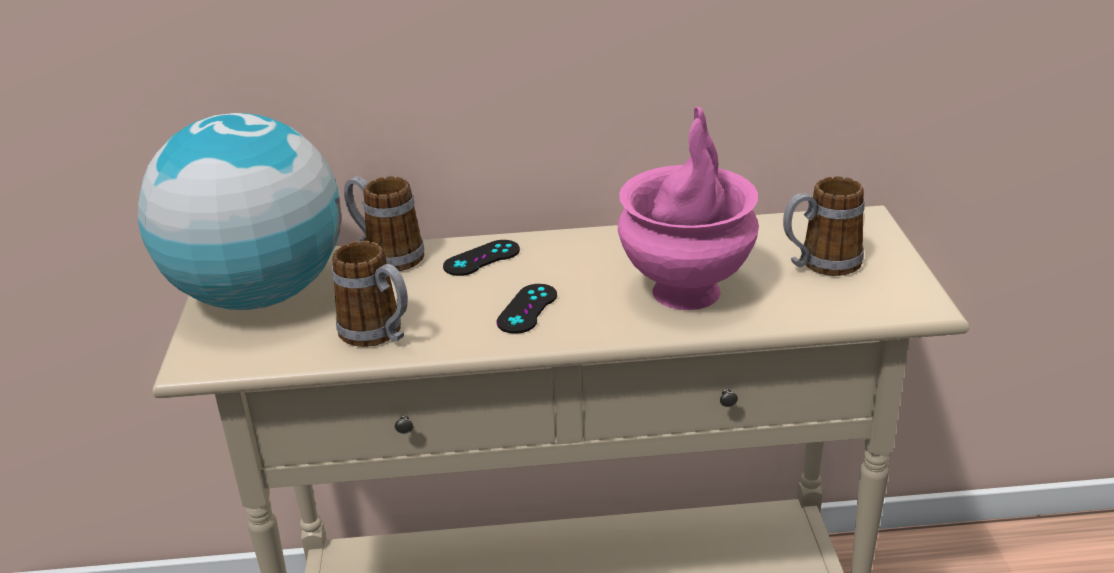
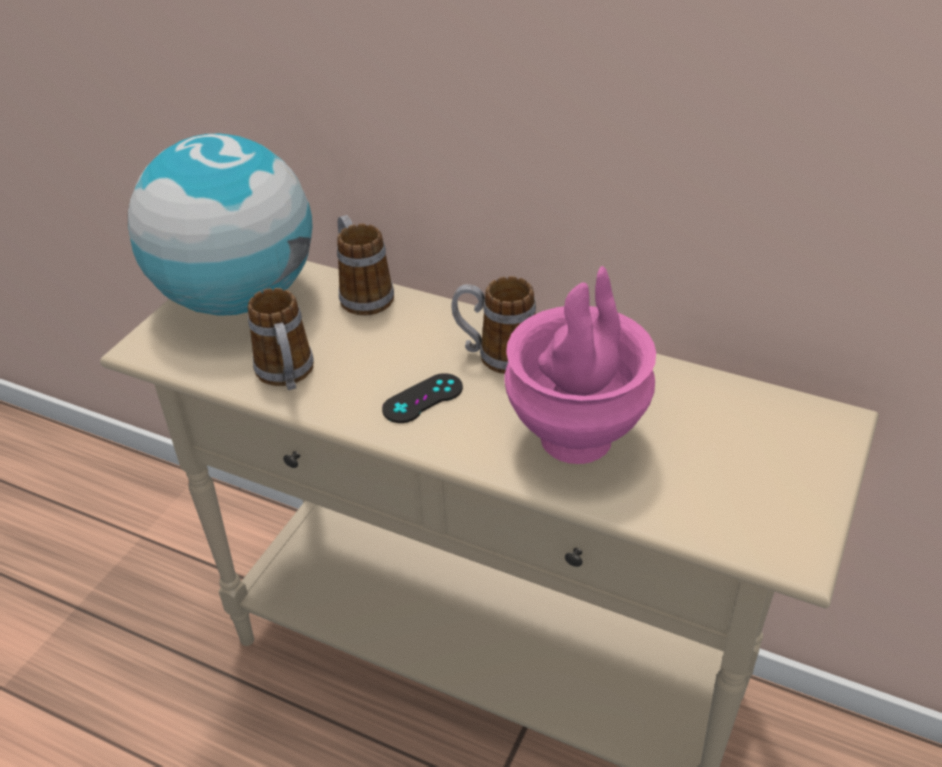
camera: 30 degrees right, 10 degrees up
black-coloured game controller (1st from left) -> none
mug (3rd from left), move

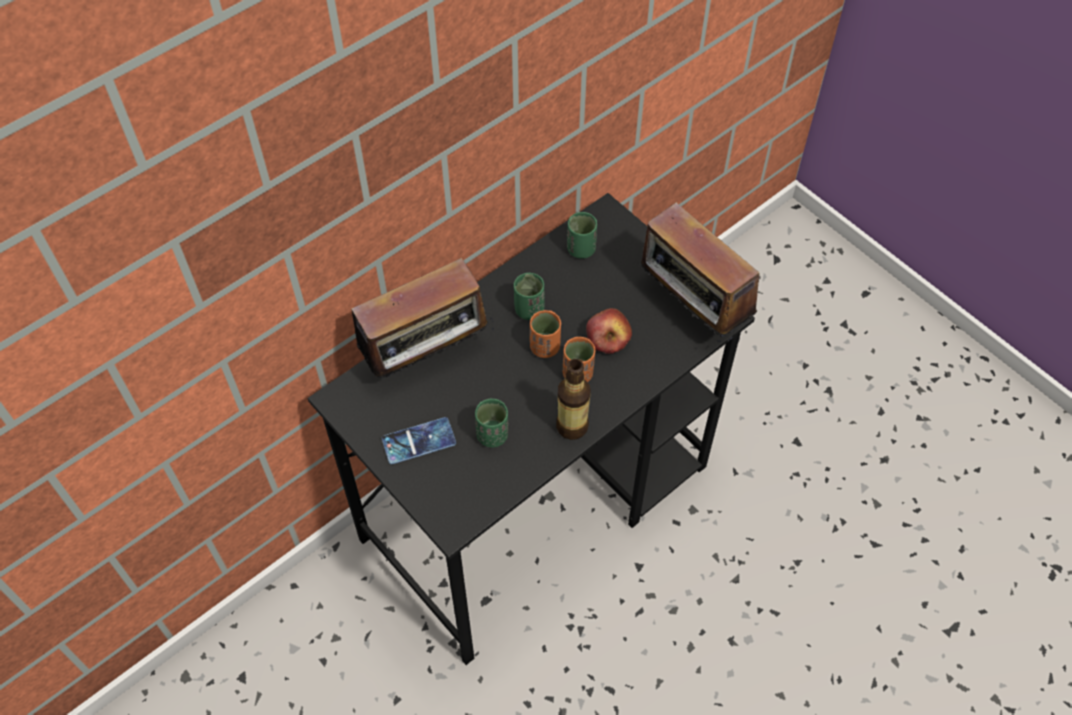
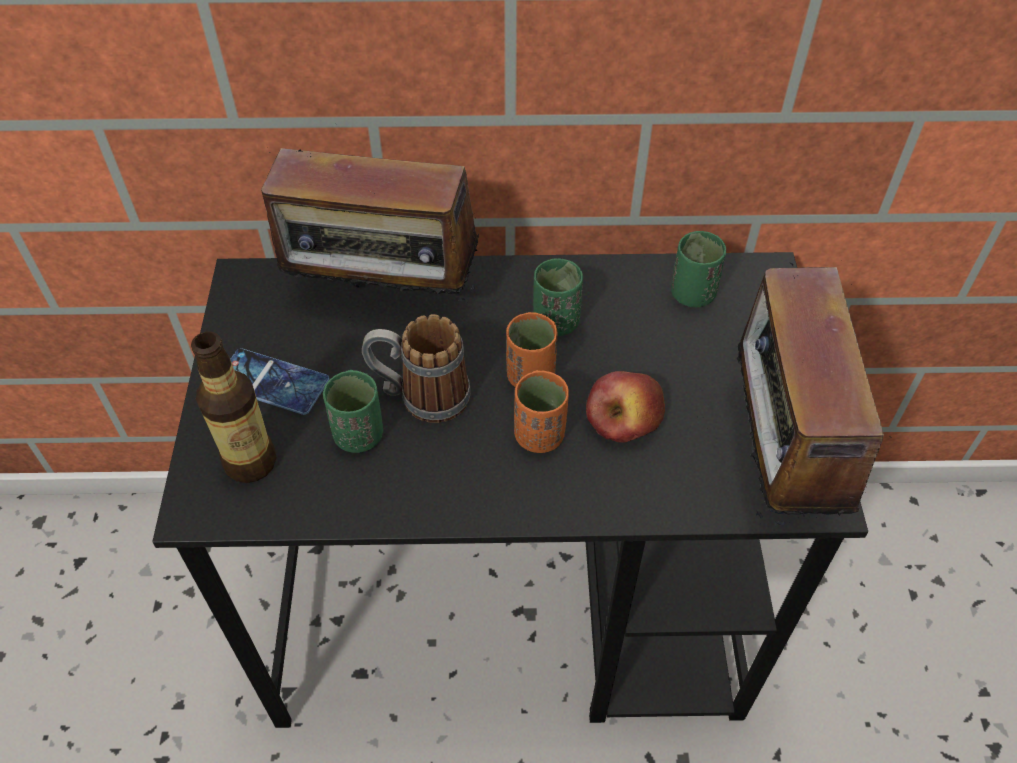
camera: 40 degrees right, 5 degrees down
bottle, move
none -> mug

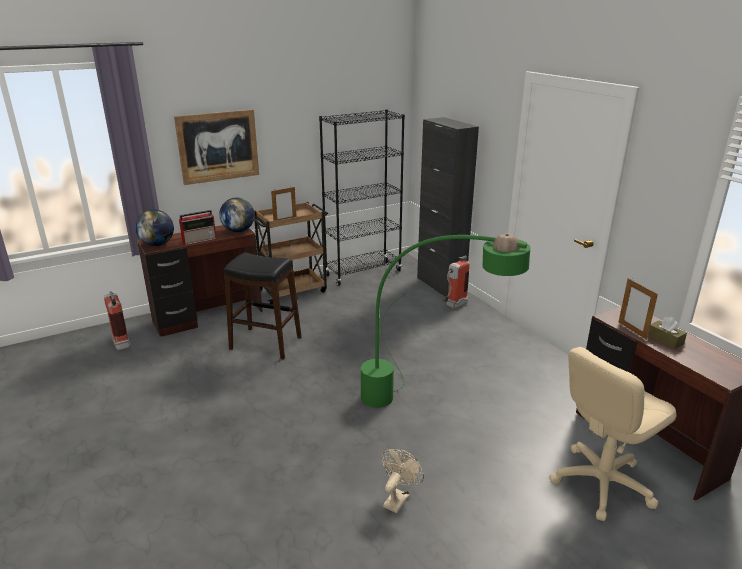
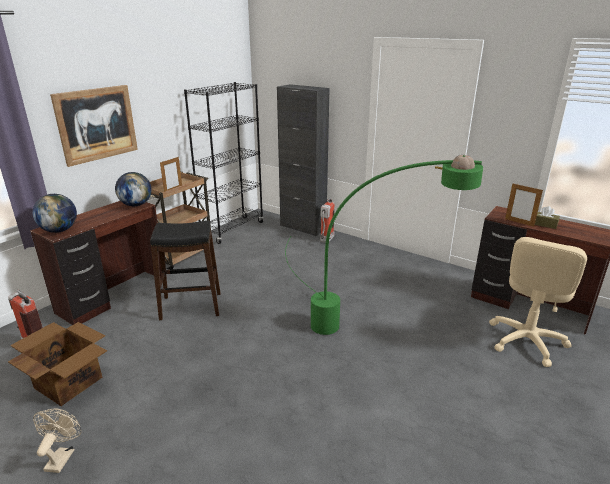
camera: 25 degrees left, 0 degrees up
radio set -> none
sand-coloured cooling fan, move
none -> carton

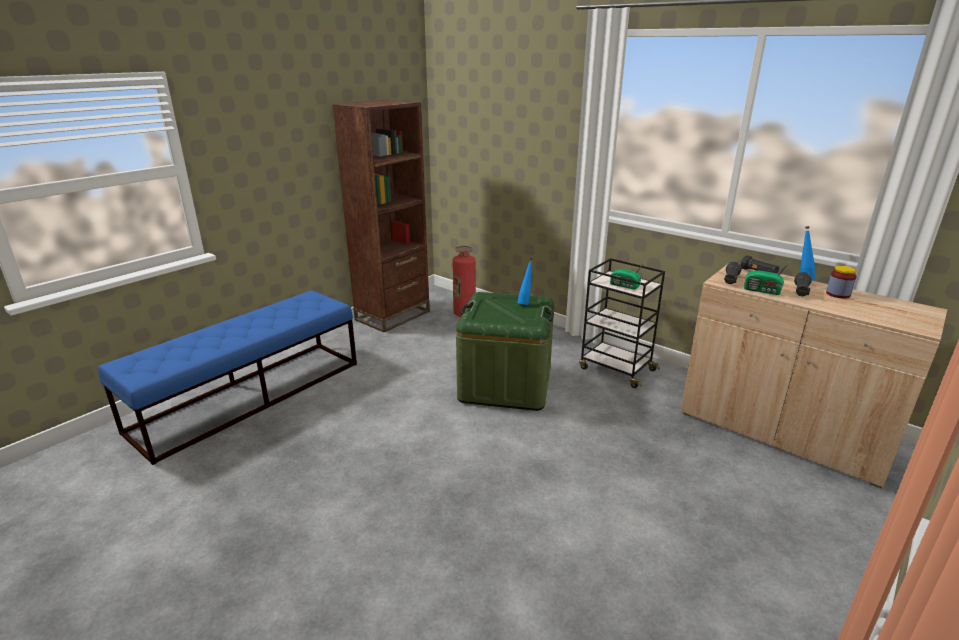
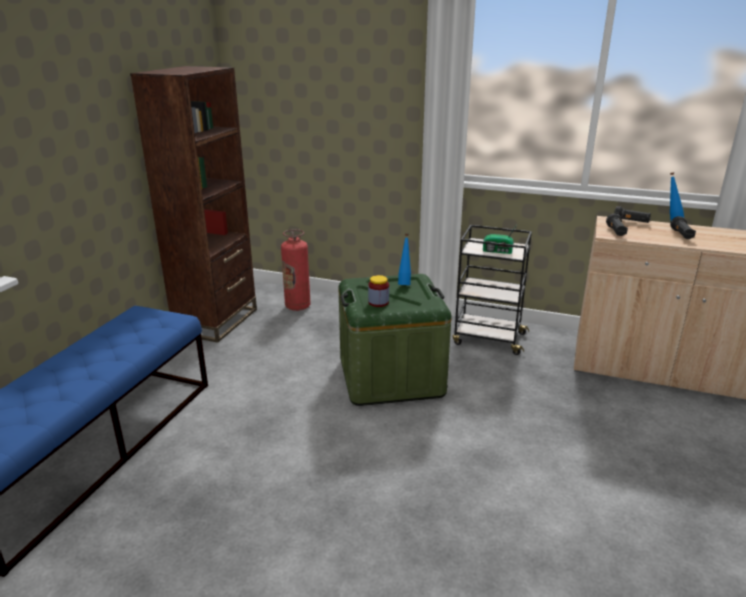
camera: 20 degrees left, 0 degrees up
radio set (2nd from left) -> none
jar, move

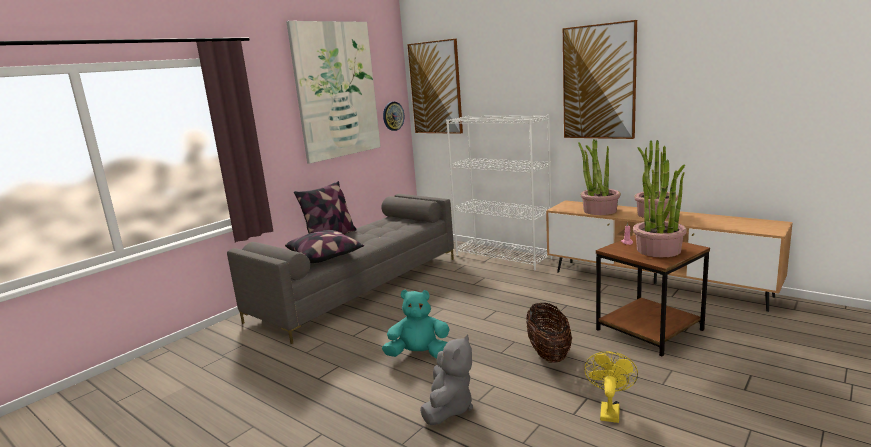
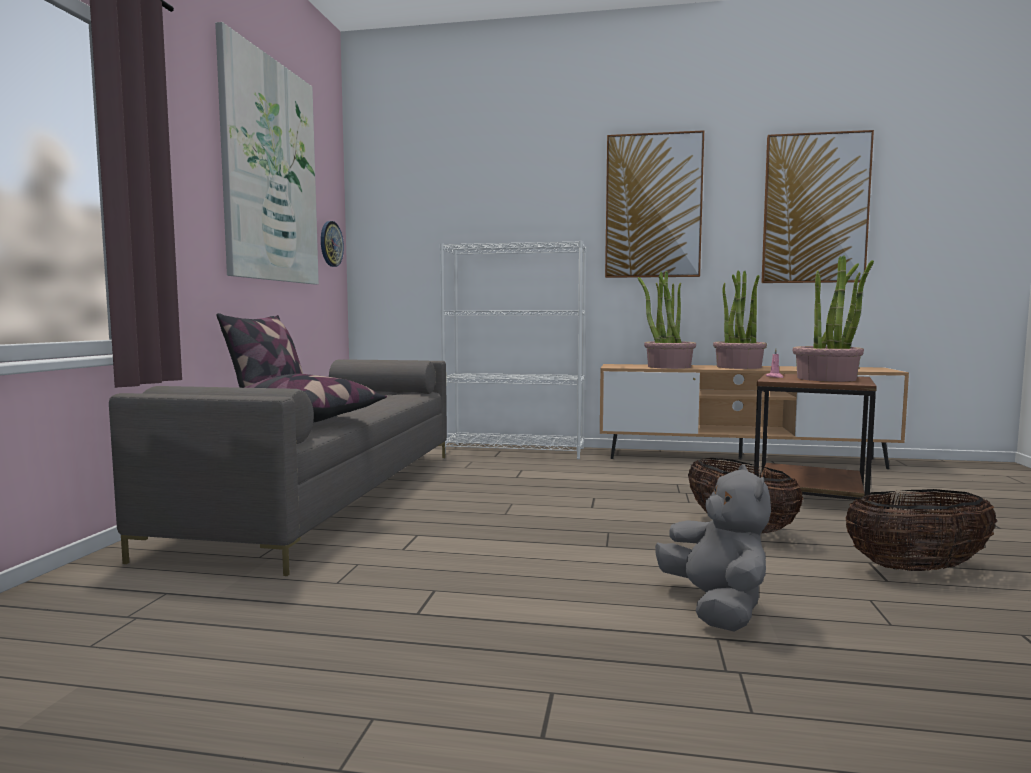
camera: 30 degrees left, 10 degrees down
turquoise-coloured cuddly toy -> none
wall art (2nd from left in the first image) -> wall art (3rd from left), move
yellow cooling fan -> basket (2nd from left)

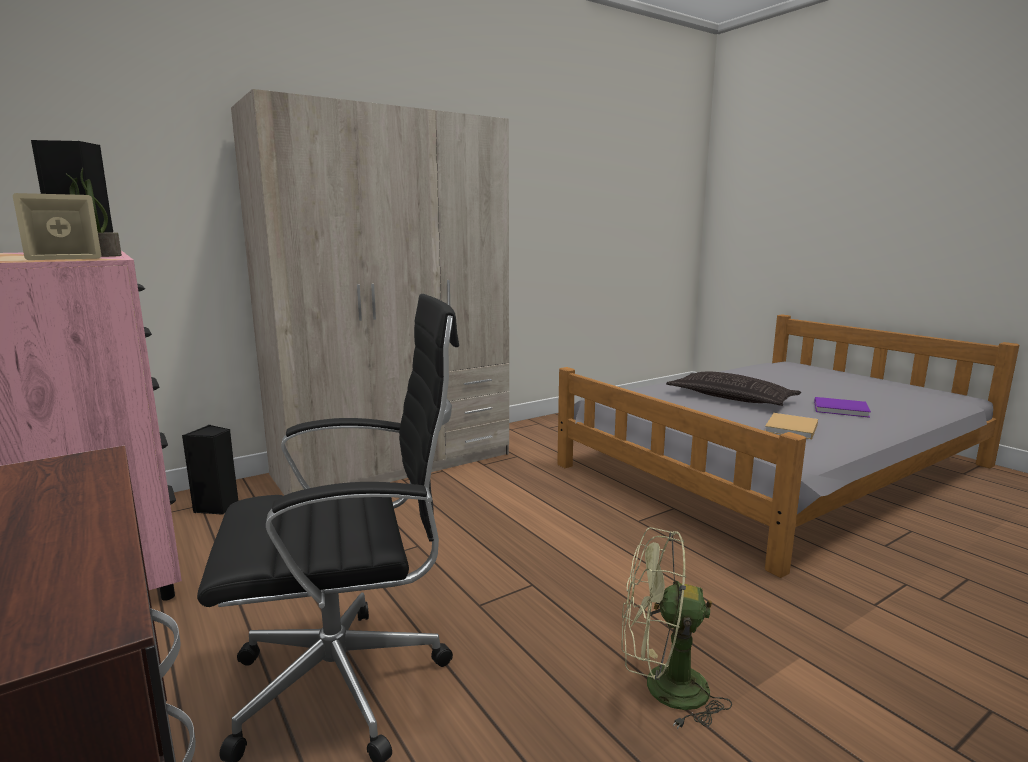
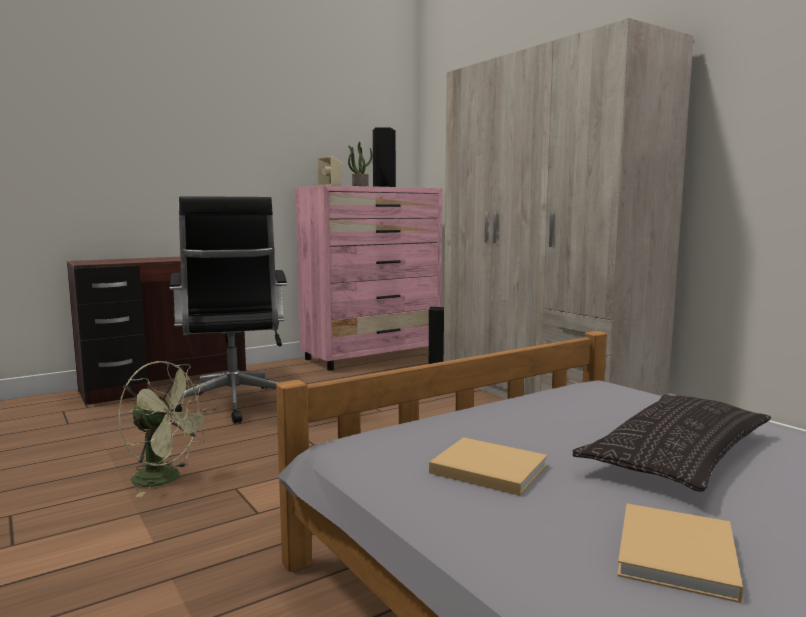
camera: 90 degrees right, 5 degrees down
green cooling fan, 105 degrees clockwise
purple-coloured book -> sand-coloured book (2nd from left)

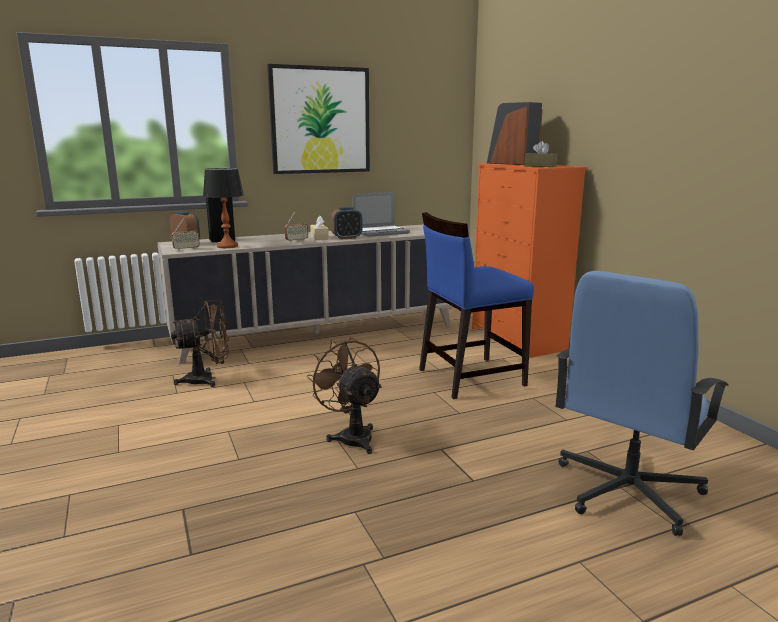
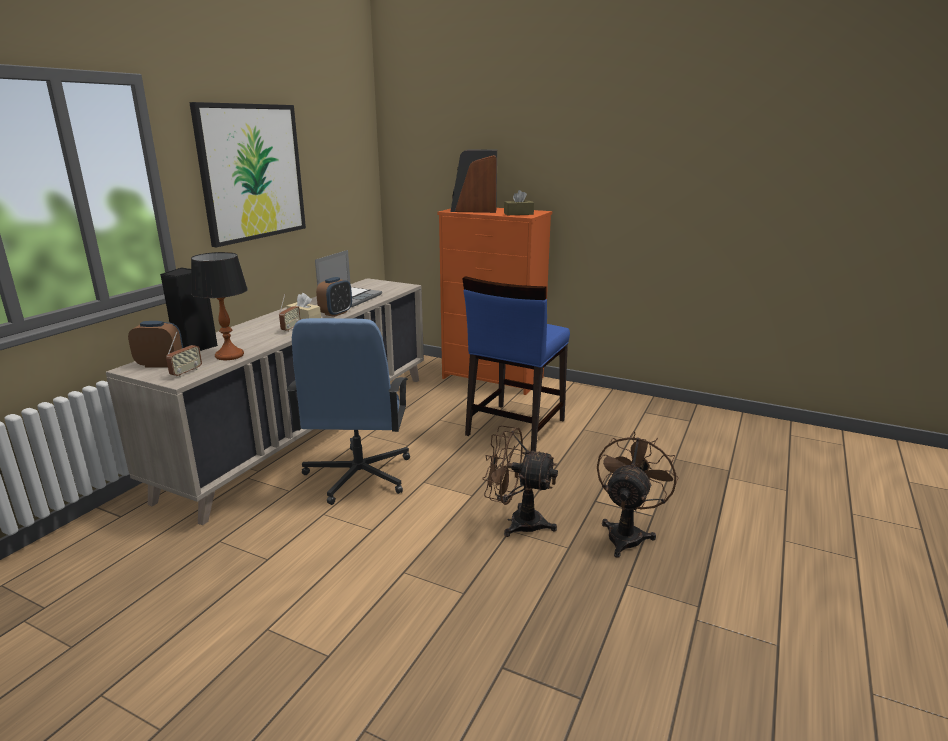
camera: 40 degrees left, 5 degrees up
brown cooling fan (1st from left in the first image) -> brown cooling fan (2nd from left), move
blue-coloured office chair, move

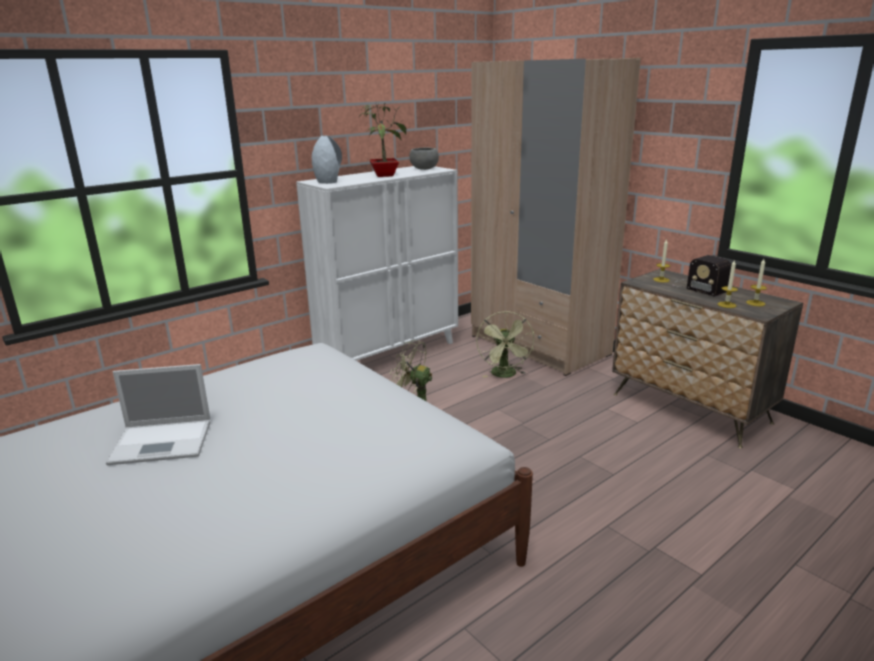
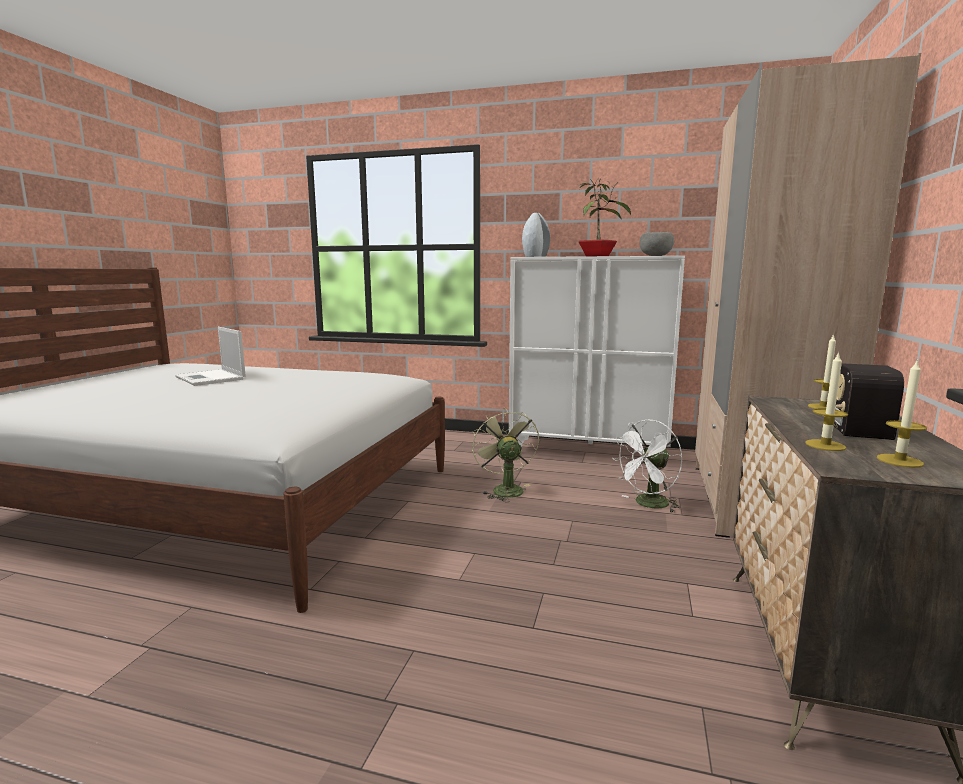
camera: 55 degrees right, 10 degrees down
green cooling fan (2nd from left) -> white cooling fan

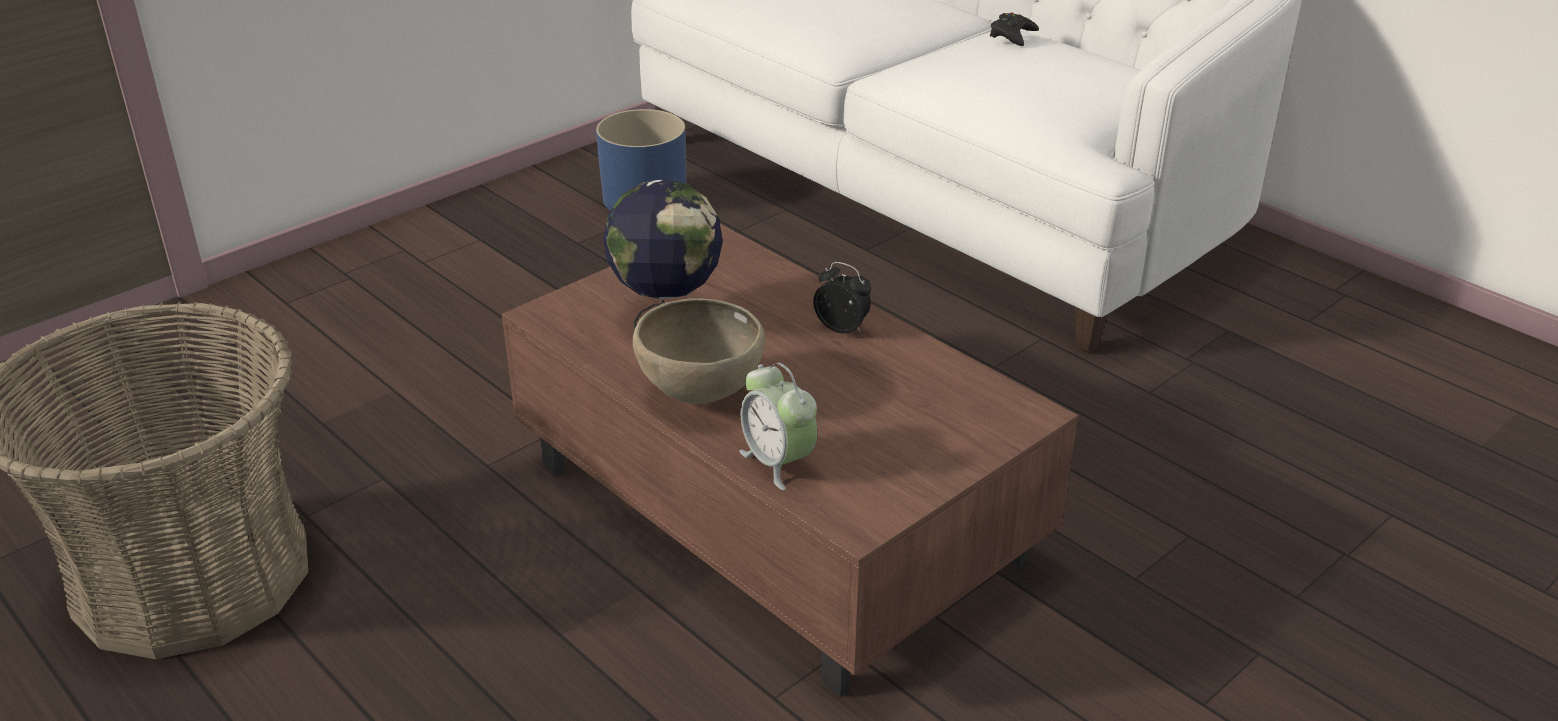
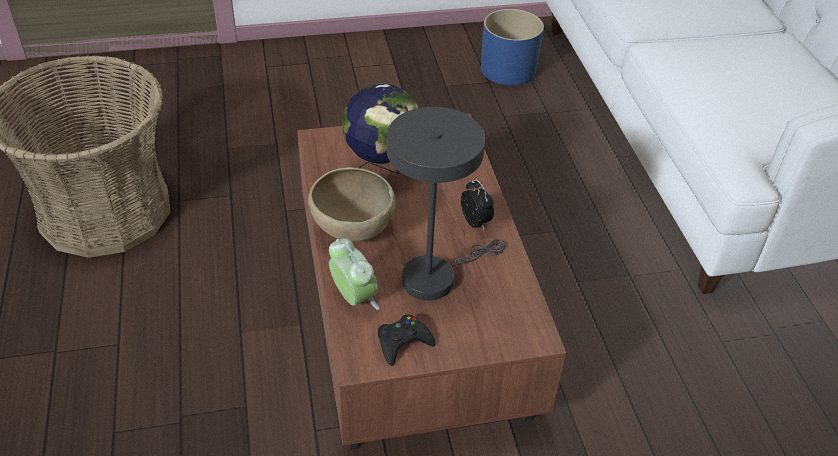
camera: 30 degrees right, 10 degrees up
table clock (1st from left), 150 degrees clockwise
black-coloured game controller, move
none -> gray lamp for a table

